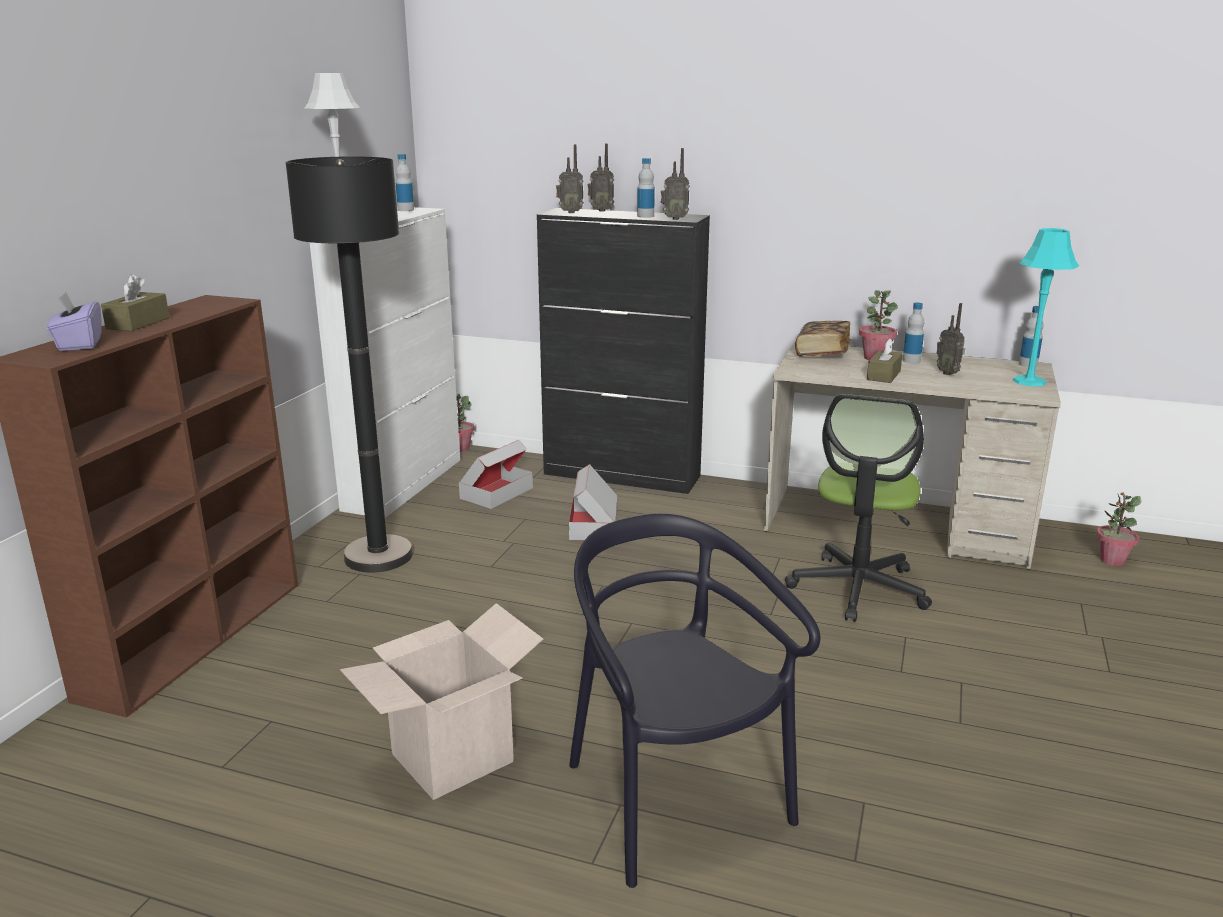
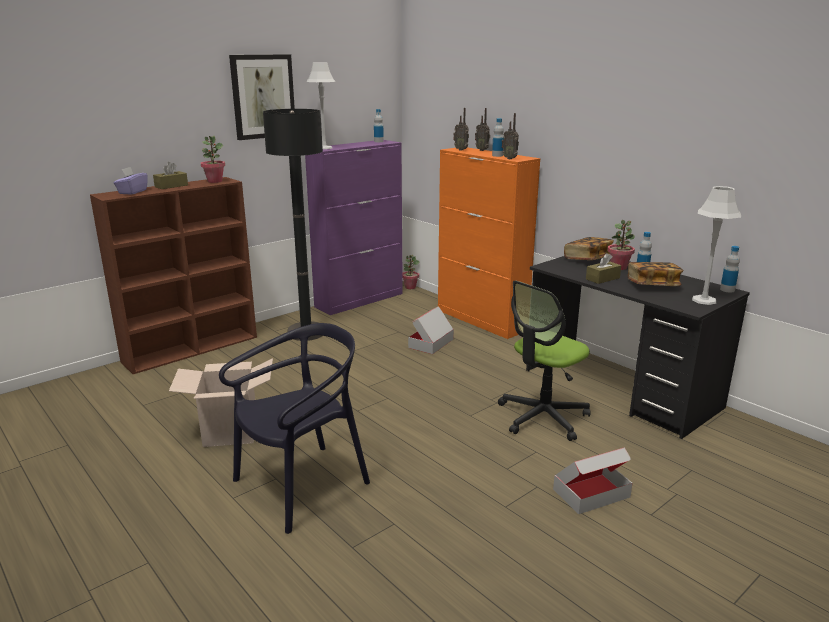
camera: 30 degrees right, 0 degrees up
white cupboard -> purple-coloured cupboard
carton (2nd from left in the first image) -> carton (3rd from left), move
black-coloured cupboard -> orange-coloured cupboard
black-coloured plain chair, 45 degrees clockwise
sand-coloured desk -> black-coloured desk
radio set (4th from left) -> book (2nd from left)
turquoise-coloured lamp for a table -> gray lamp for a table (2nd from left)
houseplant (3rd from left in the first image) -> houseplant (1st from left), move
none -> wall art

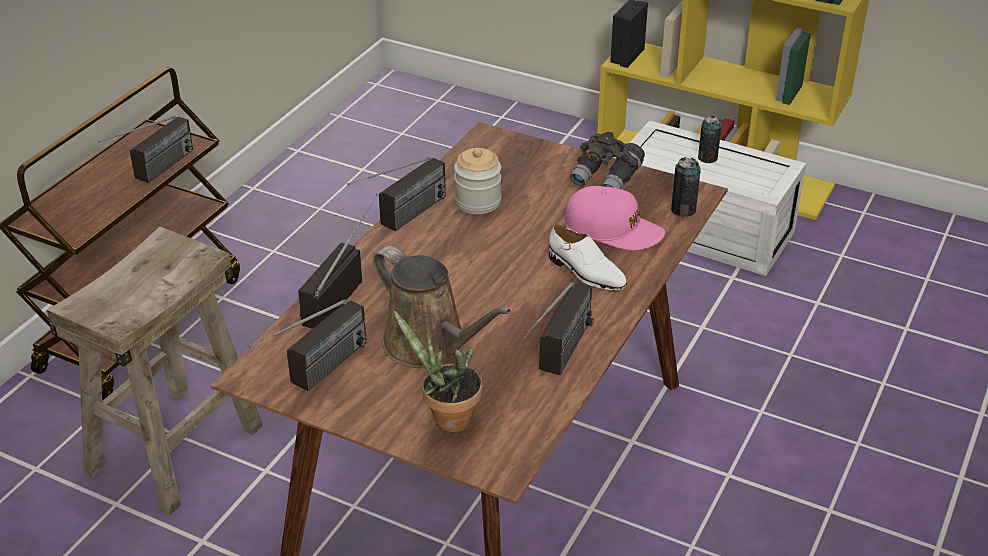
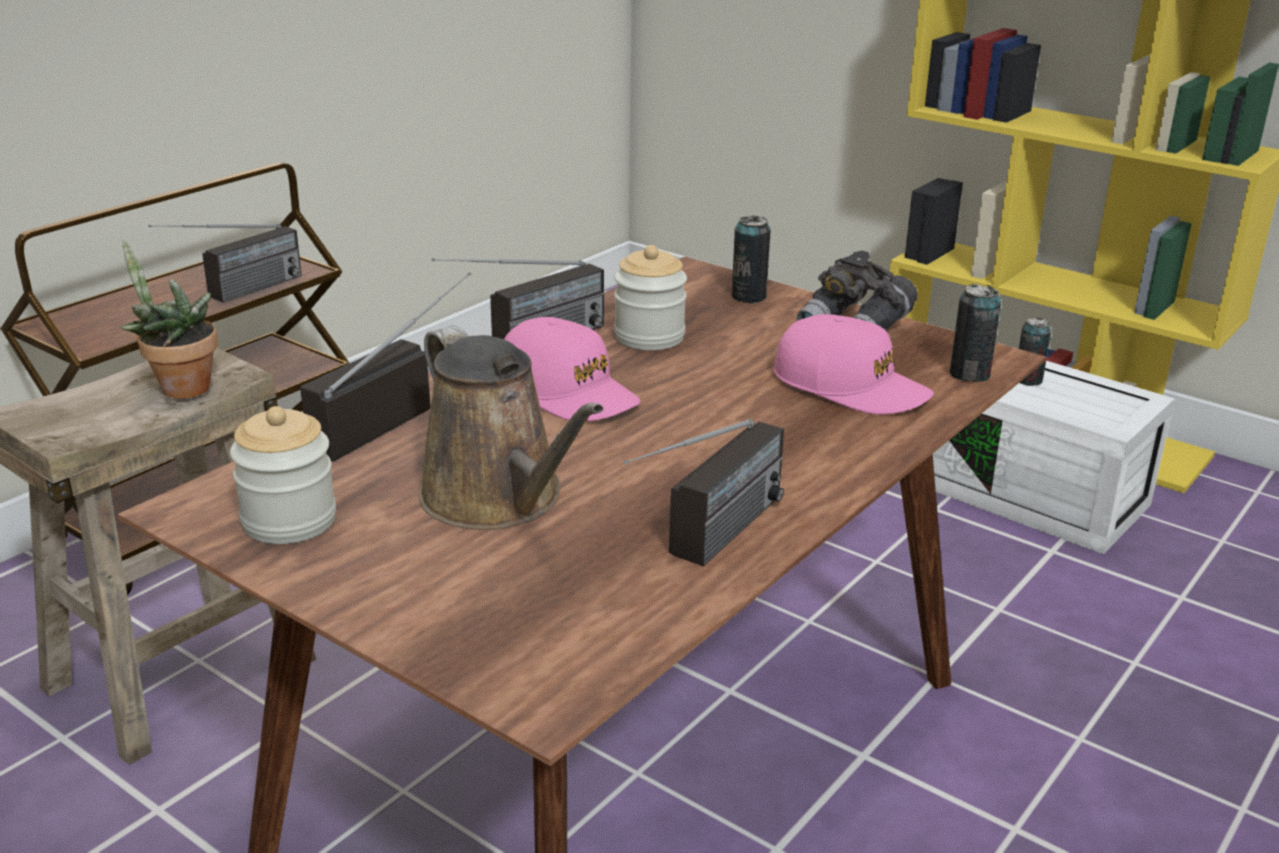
camera: 10 degrees right, 10 degrees down
radio set (2nd from left) -> jar (1st from left)
houseplant, move
white low shoe -> none
none -> pink peaked cap (1st from left)
none -> sealed can (1st from left)

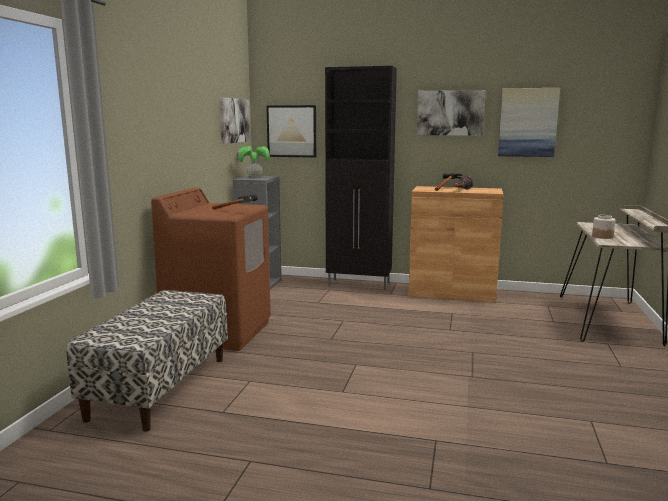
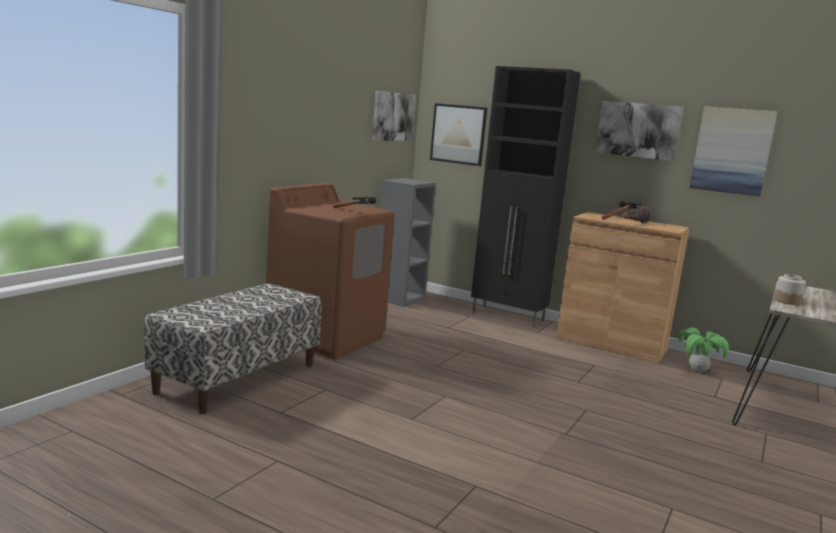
camera: 15 degrees right, 0 degrees up
houseplant, move

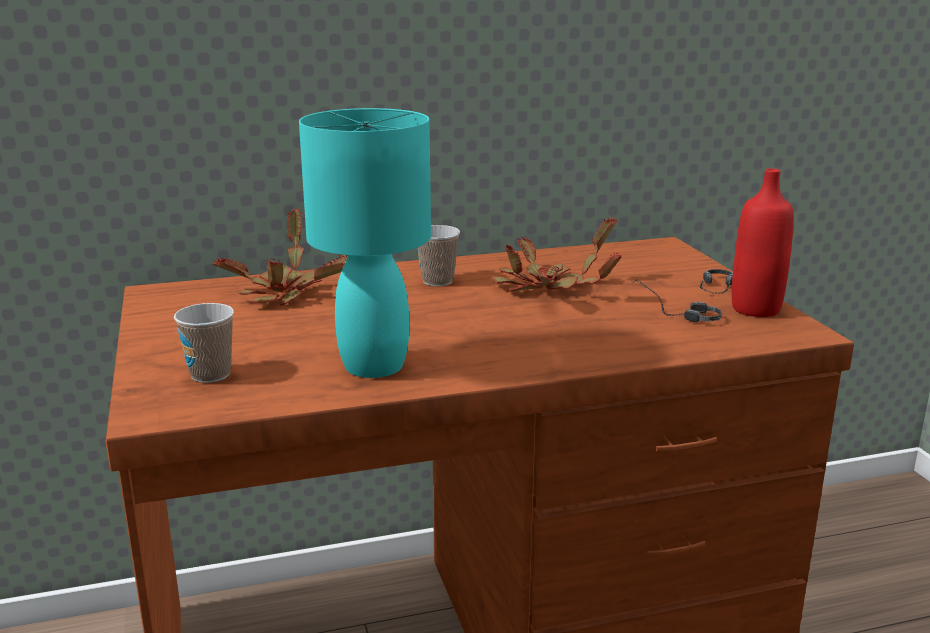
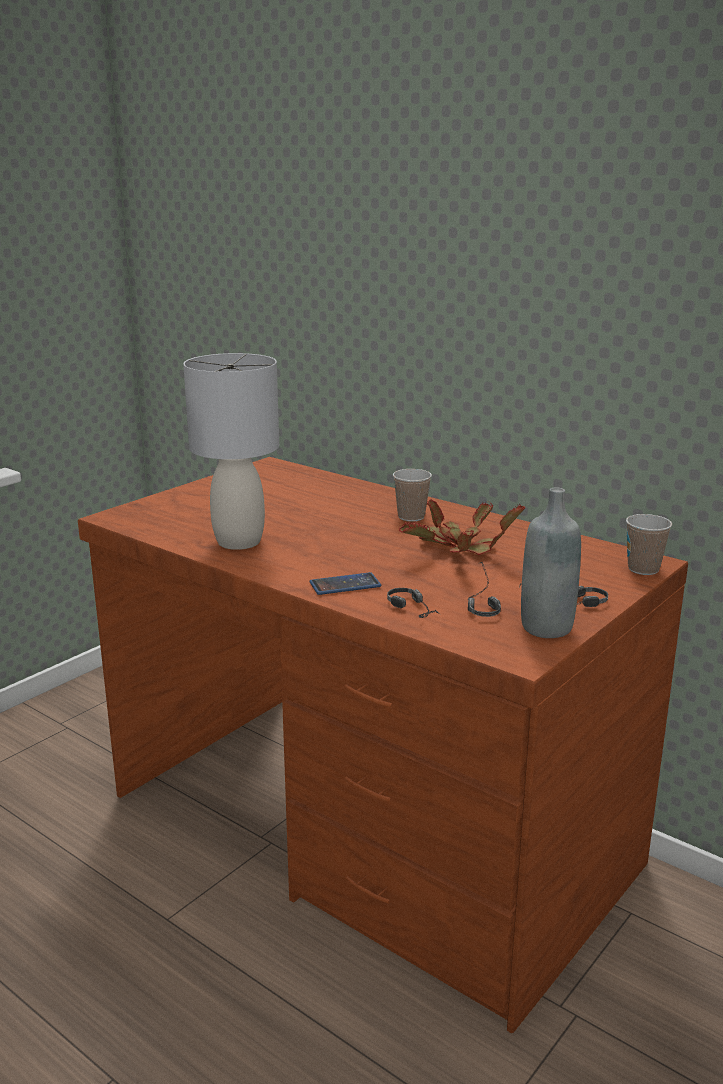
camera: 55 degrees right, 0 degrees up
cup (1st from left in the first image) -> cup (2nd from left), move
houseplant (1st from left) -> none
turquoise-coloured lamp for a table -> gray lamp for a table
reddish bottle -> gray bottle
none -> handset
none -> headset (1st from left)

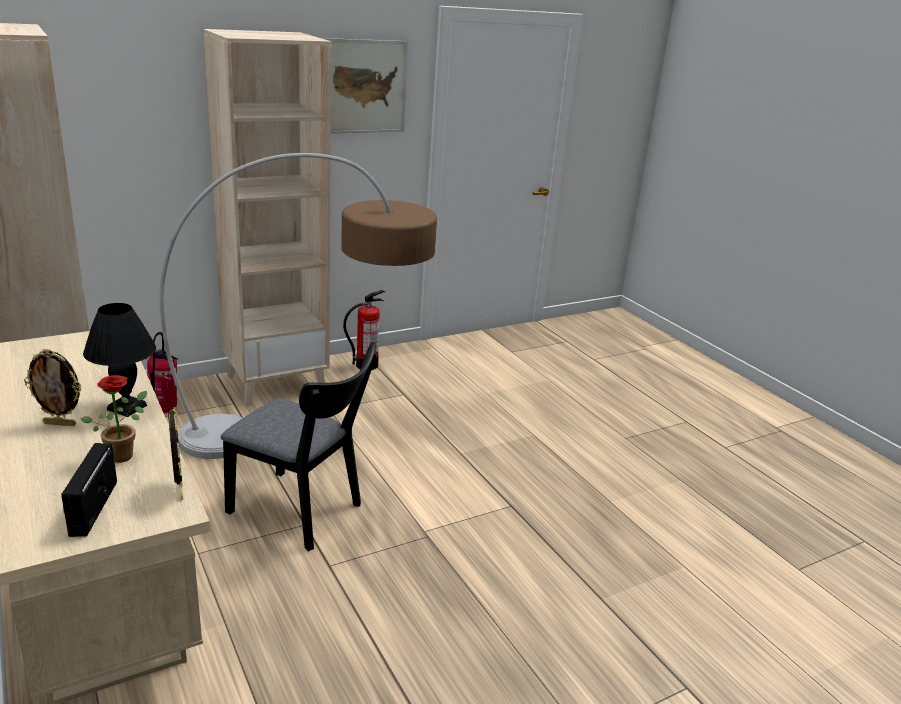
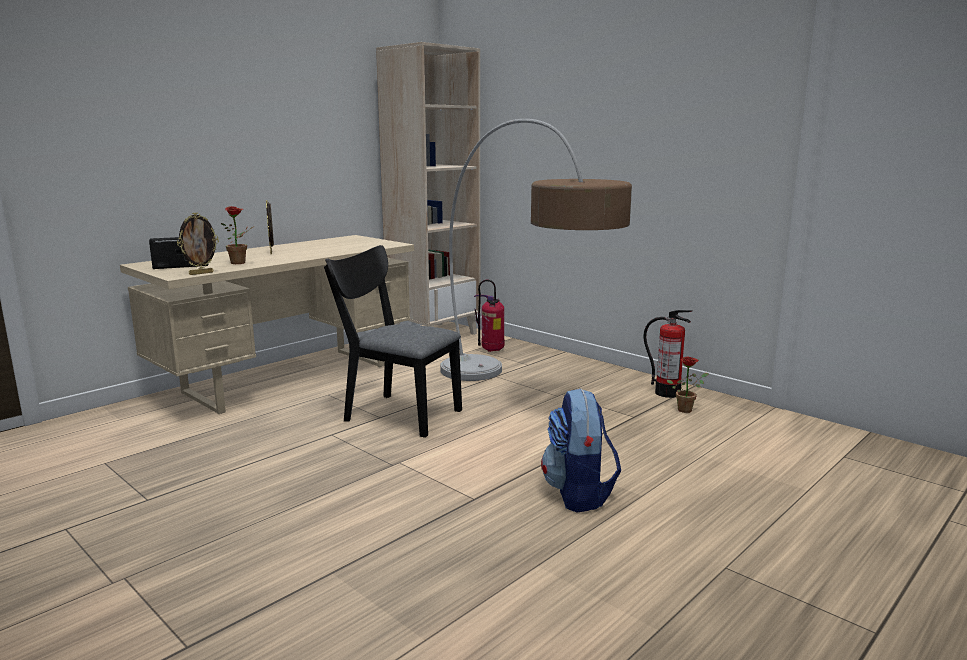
camera: 75 degrees right, 10 degrees down
black-coloured lamp for a table -> none
sand-coloured shelving unit (2nd from left) -> none
black-coloured plain chair, 105 degrees clockwise
wall art -> none
none -> backpack
none -> houseplant (2nd from left)

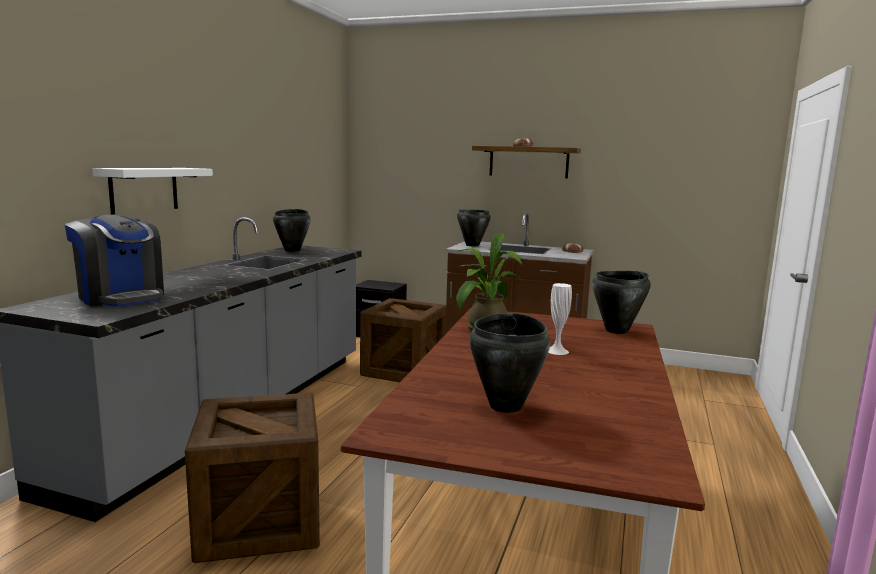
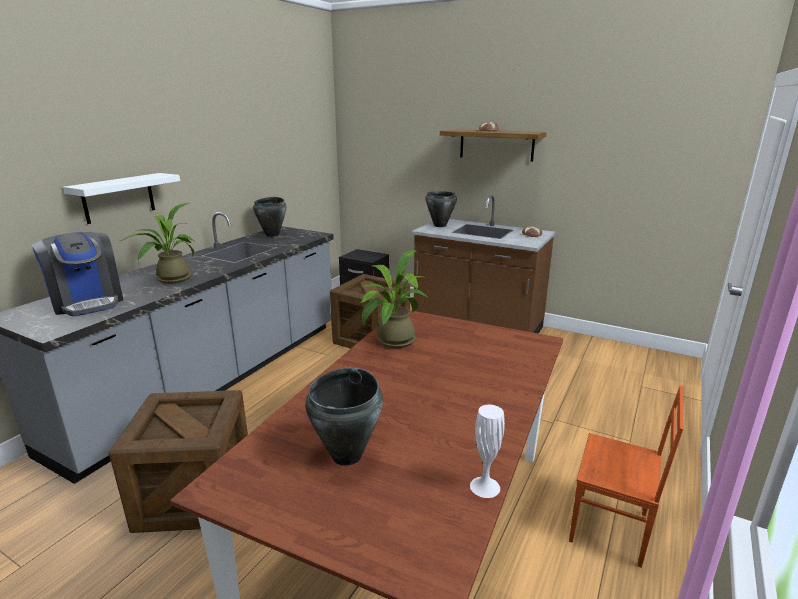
camera: 10 degrees right, 10 degrees up
white flower vase, move
black-coloured stockpot (4th from left) -> none
none -> houseplant (1st from left)
none -> brown plain chair

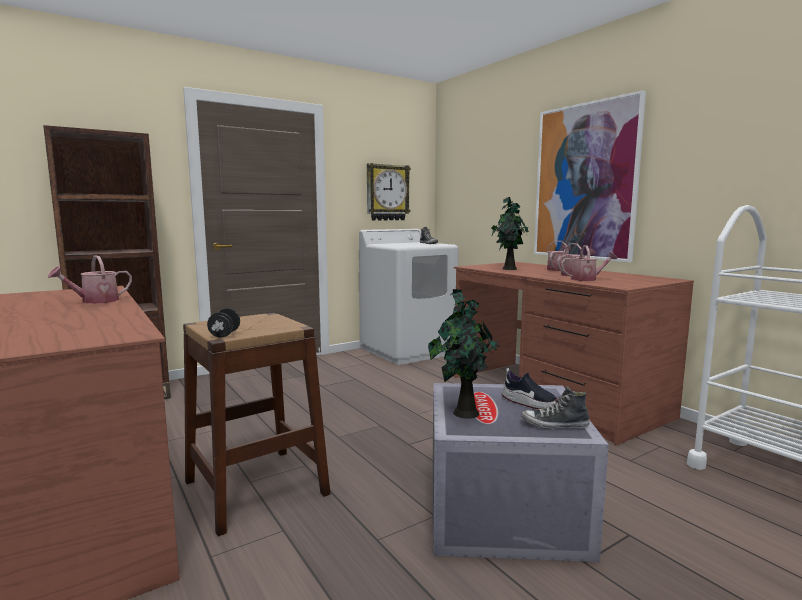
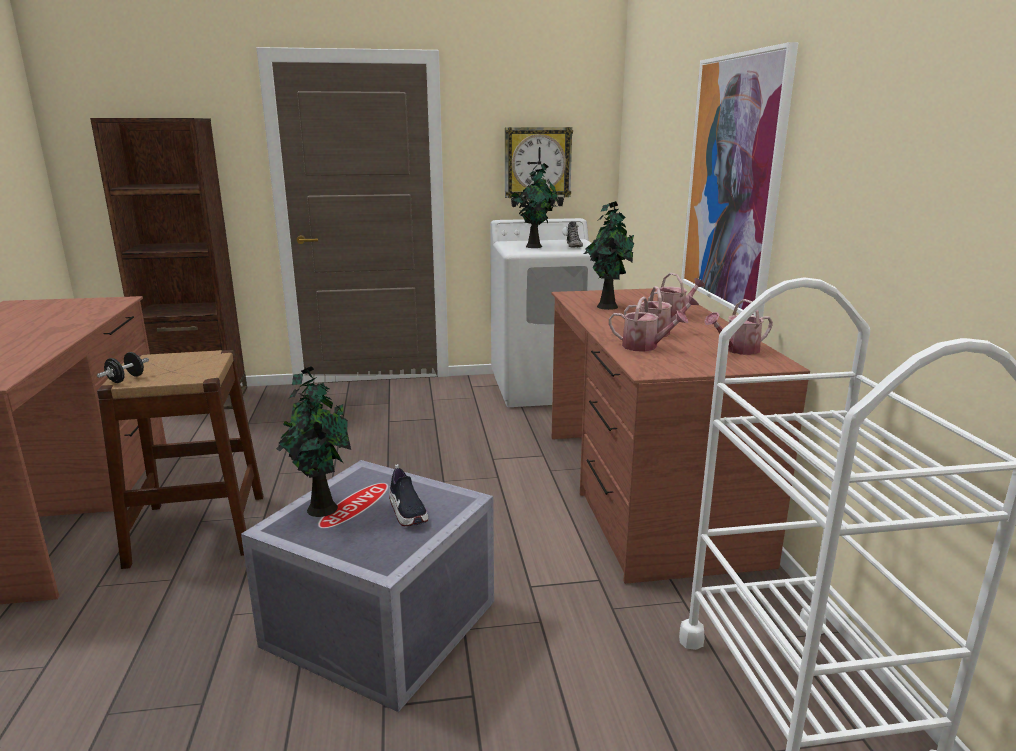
camera: 25 degrees right, 10 degrees up
watering can (1st from left in the first image) -> watering can (4th from left), move
low shoe (3rd from left) -> none
none -> houseplant (2nd from left)

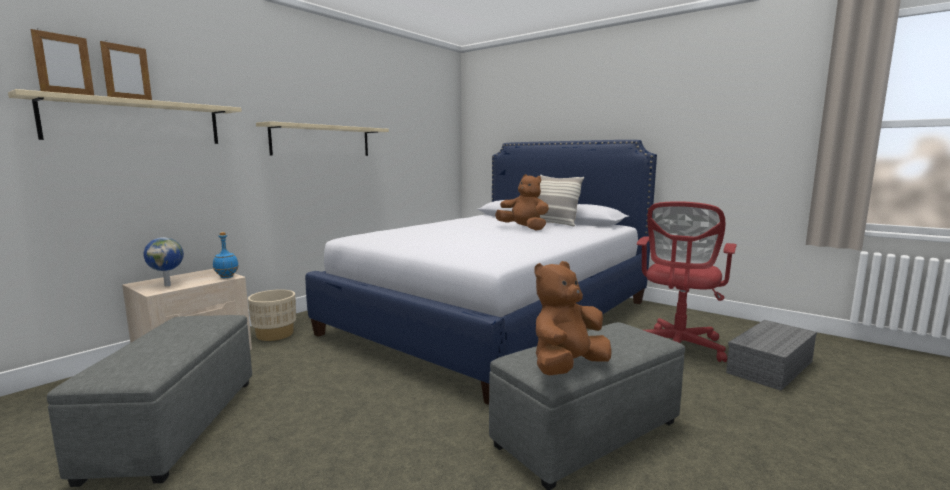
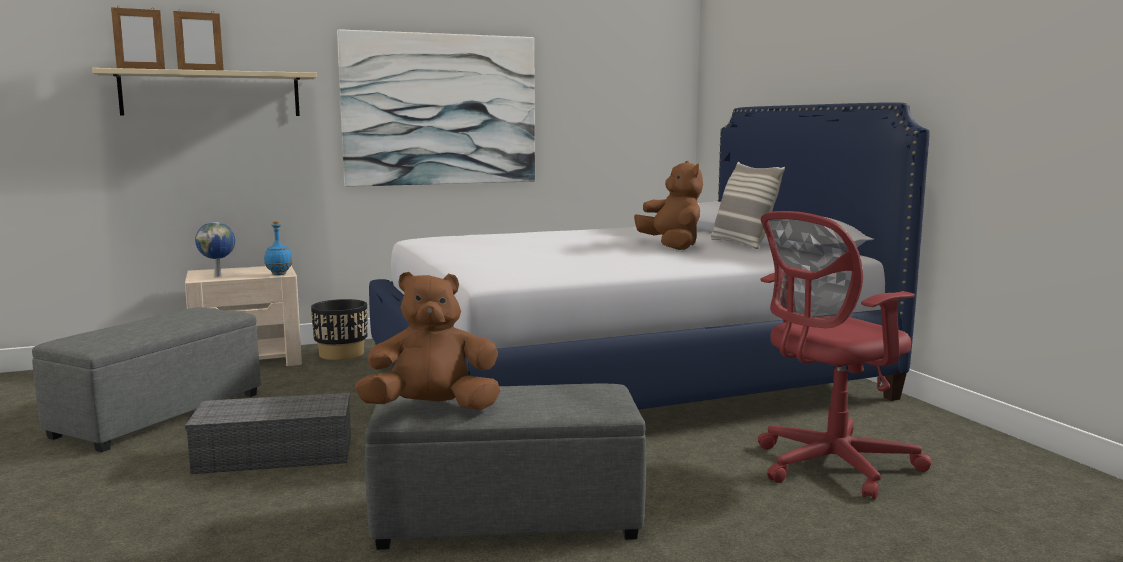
camera: 30 degrees right, 0 degrees up
sand-coloured flower pot -> black-coloured flower pot
sand-coloured wall shelf (2nd from left) -> wall art
gray storage bin, move

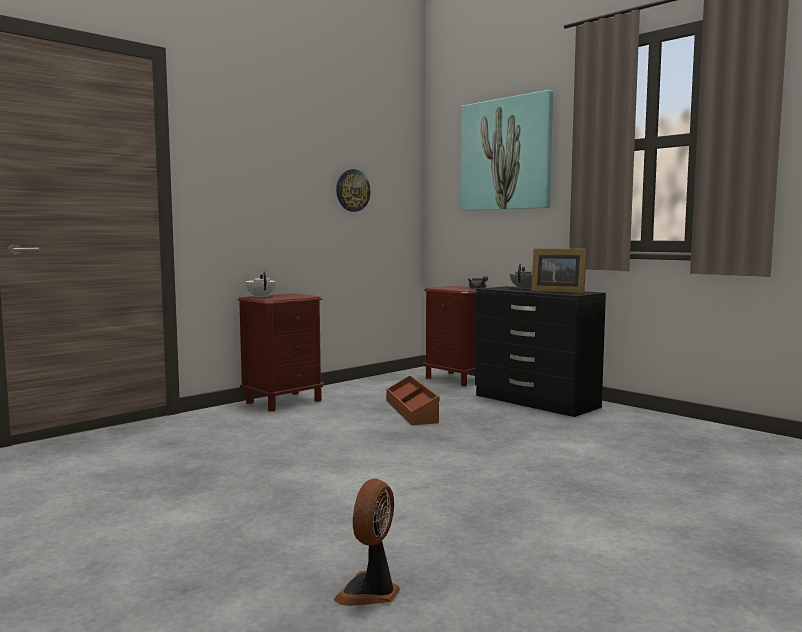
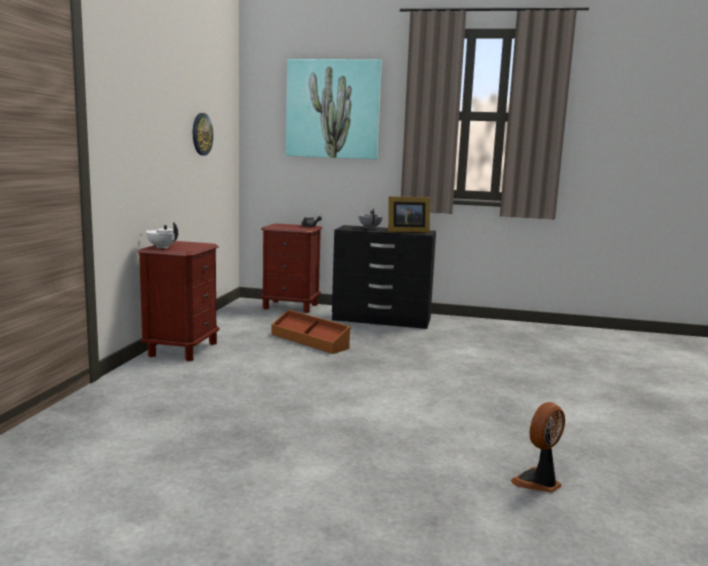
camera: 35 degrees left, 5 degrees up
cooling fan, 60 degrees clockwise

